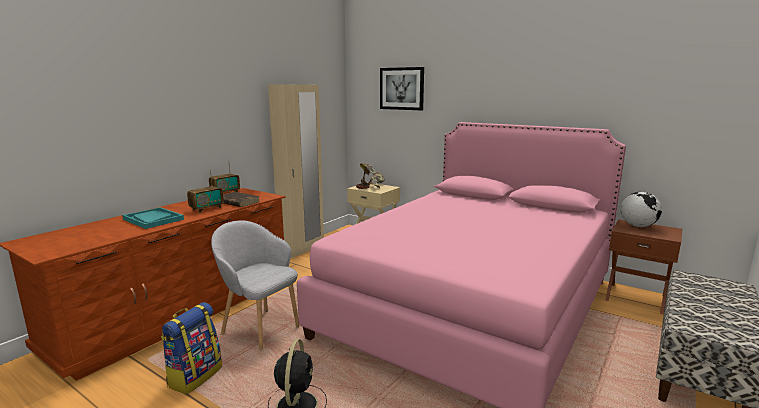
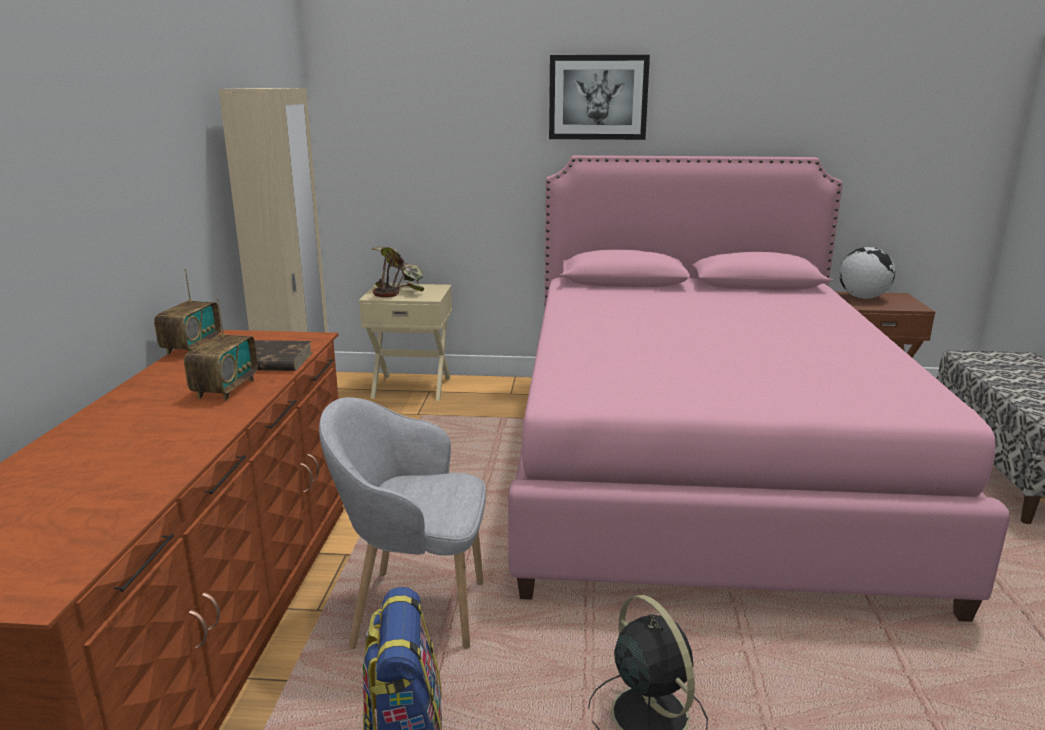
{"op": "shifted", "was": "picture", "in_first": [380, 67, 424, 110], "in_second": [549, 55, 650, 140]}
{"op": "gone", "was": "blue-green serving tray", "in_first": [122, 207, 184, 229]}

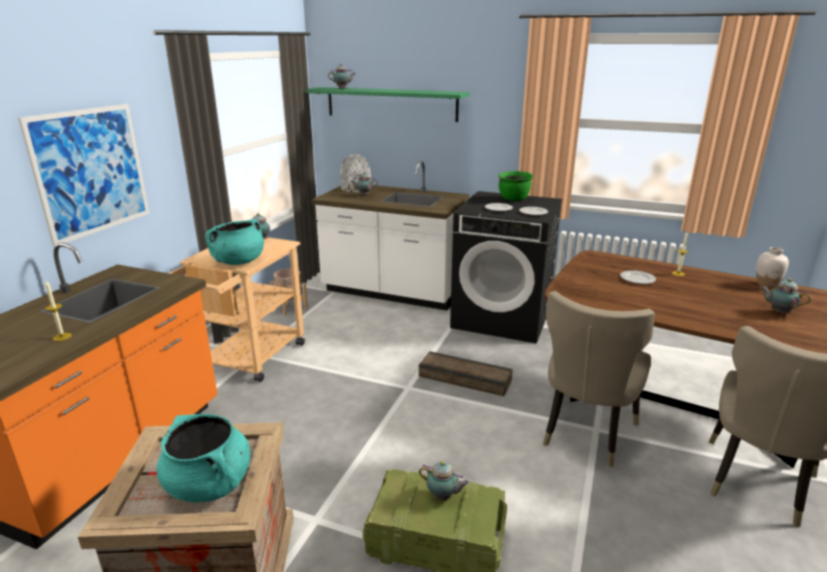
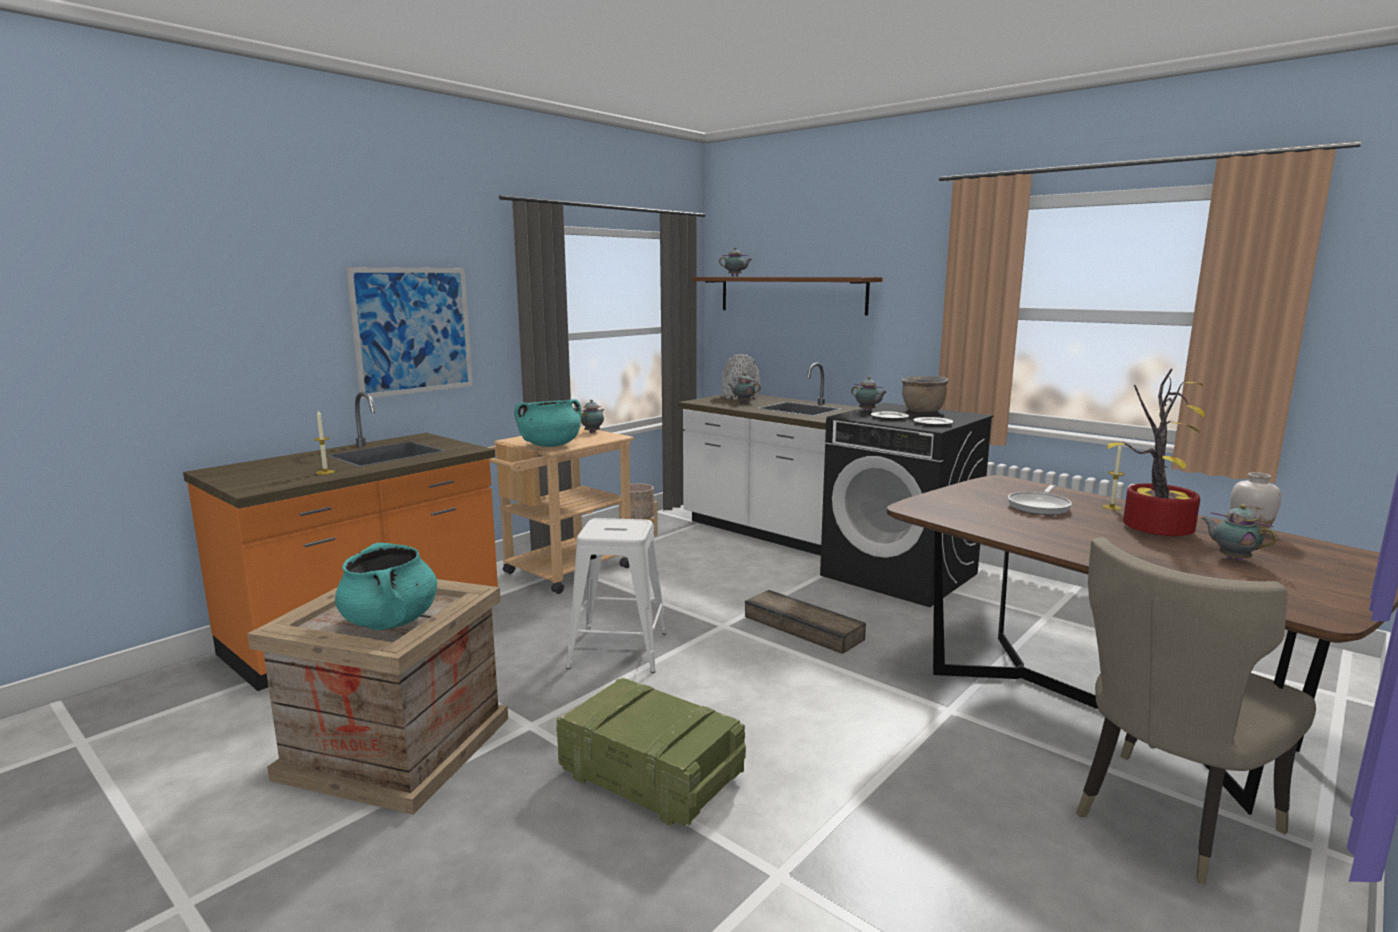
{"op": "repainted", "was": "green-coloured shelf", "now": "brown-coloured shelf", "in_first": [306, 87, 470, 122], "in_second": [693, 277, 882, 315]}
{"op": "repainted", "was": "green-coloured saucepot", "now": "brown-coloured saucepot", "in_first": [498, 171, 533, 201], "in_second": [901, 376, 949, 412]}
{"op": "swapped", "was": "plate", "now": "pan", "in_first": [620, 270, 656, 284], "in_second": [1008, 485, 1072, 515]}
{"op": "gone", "was": "sand-coloured upright chair", "in_first": [543, 291, 655, 467]}
{"op": "shifted", "was": "tea pot", "in_first": [419, 461, 469, 501], "in_second": [851, 377, 887, 411]}
{"op": "new", "now": "potted plant", "in_second": [1107, 369, 1205, 536]}
{"op": "new", "now": "white-coloured sitting stool", "in_second": [566, 518, 667, 673]}

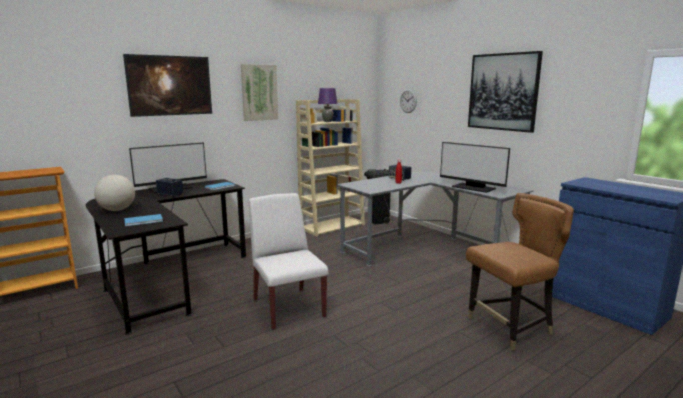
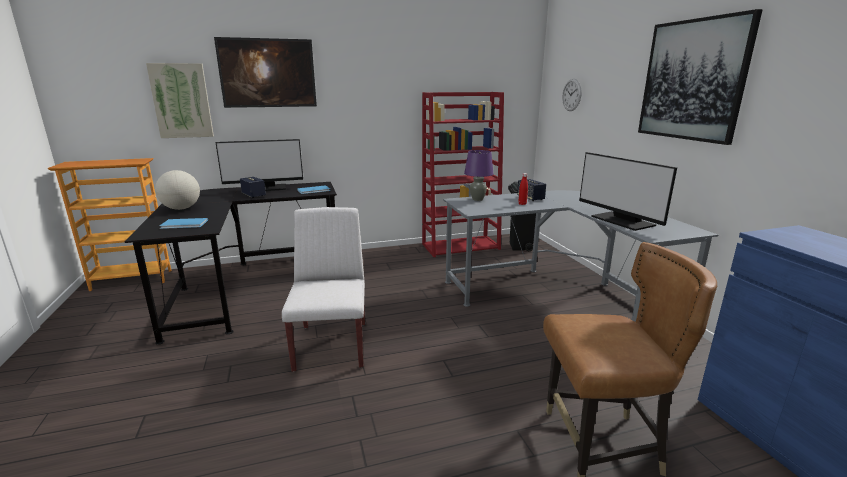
{"op": "shifted", "was": "picture", "in_first": [241, 64, 278, 121], "in_second": [146, 63, 214, 138]}
{"op": "shifted", "was": "purplish lamp for a table", "in_first": [318, 88, 338, 122], "in_second": [464, 150, 493, 201]}
{"op": "repainted", "was": "sand-coloured bookcase", "now": "red bookcase", "in_first": [296, 99, 365, 237], "in_second": [422, 92, 504, 257]}

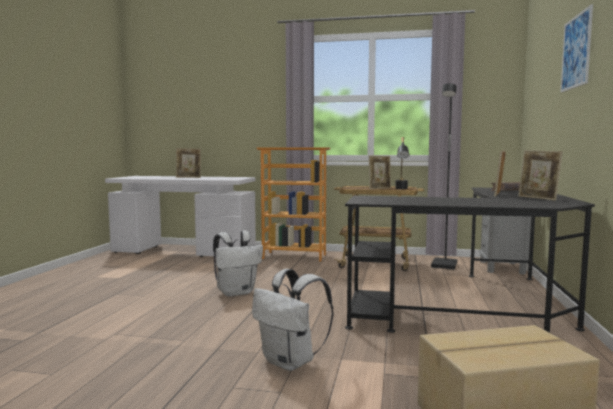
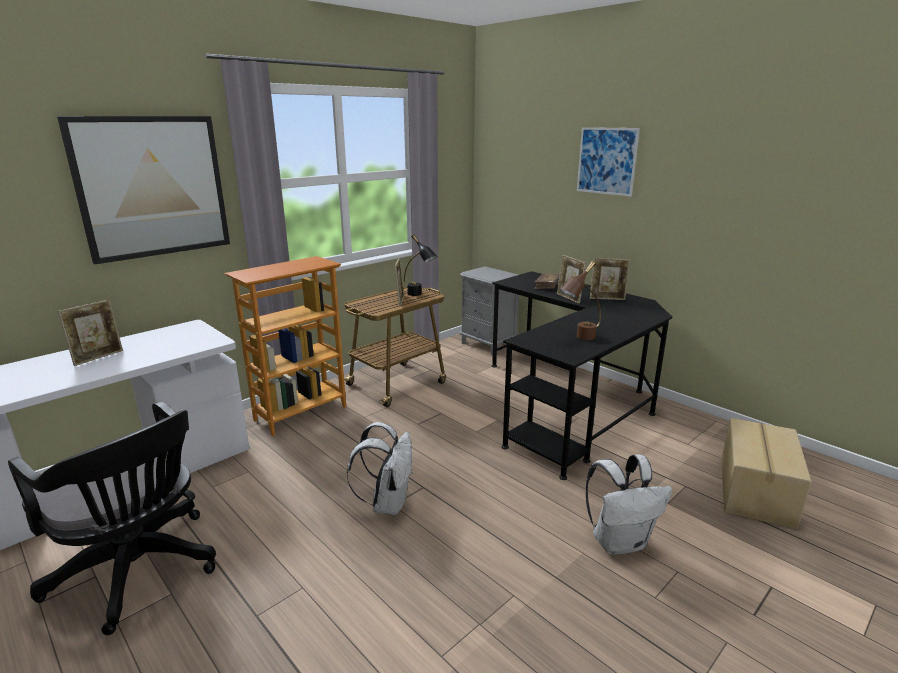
{"op": "gone", "was": "black-coloured floor lamp", "in_first": [431, 83, 457, 270]}
{"op": "new", "now": "picture", "in_second": [57, 116, 230, 264]}
{"op": "new", "now": "brown-coloured lamp for a table", "in_second": [560, 261, 601, 340]}
{"op": "new", "now": "black-coloured desk chair", "in_second": [8, 401, 216, 635]}

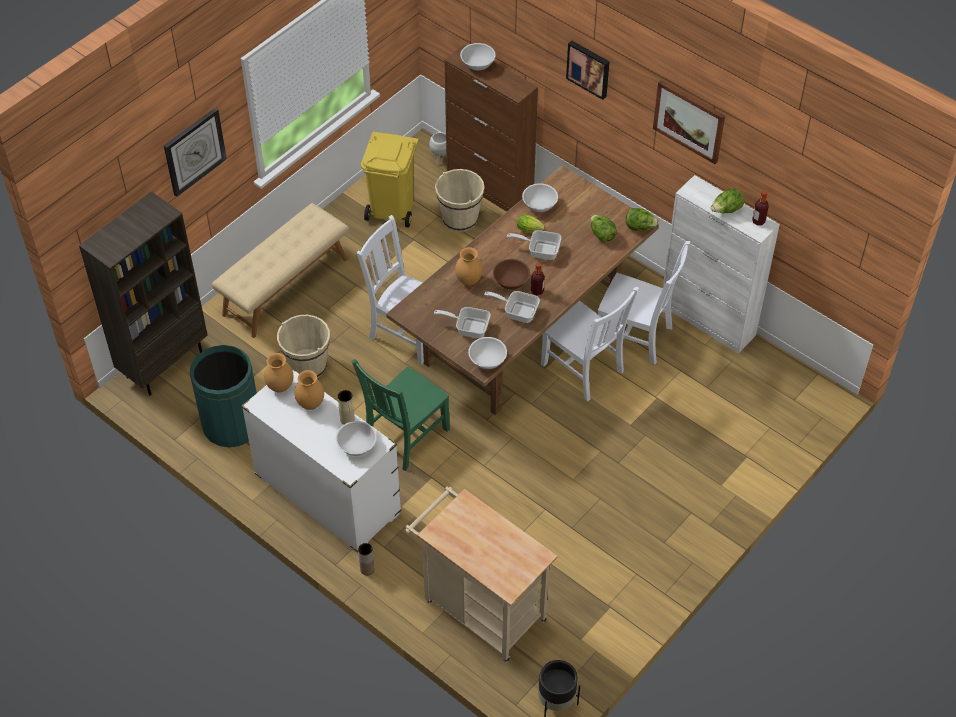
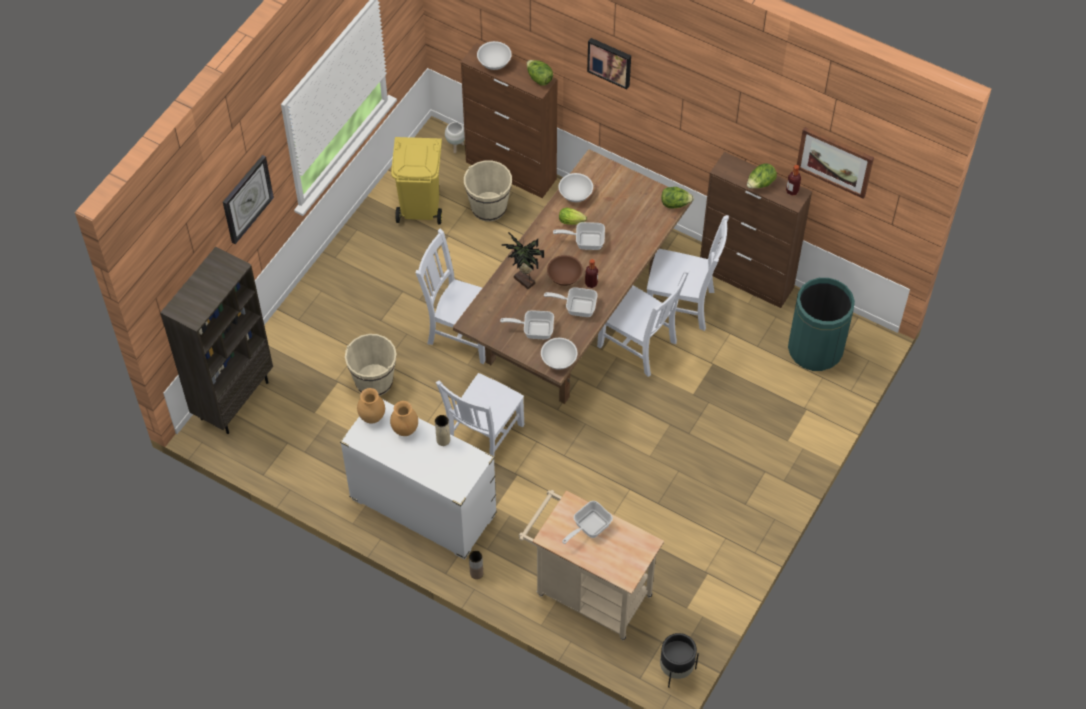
{"op": "shifted", "was": "picture", "in_first": [653, 80, 725, 164], "in_second": [797, 127, 874, 199]}
{"op": "repainted", "was": "white-coloured cupboard", "now": "brown-coloured cupboard", "in_first": [663, 175, 780, 354], "in_second": [700, 152, 812, 308]}
{"op": "gone", "was": "sand-coloured indoor bench", "in_first": [212, 203, 349, 338]}
{"op": "shifted", "was": "lettuce head", "in_first": [591, 215, 616, 242], "in_second": [527, 60, 553, 86]}
{"op": "swapped", "was": "brown-coloured vase", "now": "potted plant", "in_first": [455, 247, 483, 286], "in_second": [502, 232, 544, 289]}
{"op": "shifted", "was": "green-coloured trash can", "in_first": [190, 345, 257, 447], "in_second": [788, 278, 855, 371]}
{"op": "repainted", "was": "green-coloured upright chair", "now": "white-coloured upright chair", "in_first": [352, 359, 450, 471], "in_second": [436, 373, 525, 456]}
{"op": "gone", "was": "white-coloured bowl", "in_first": [336, 421, 377, 456]}
{"op": "new", "now": "pan", "in_second": [562, 501, 613, 544]}

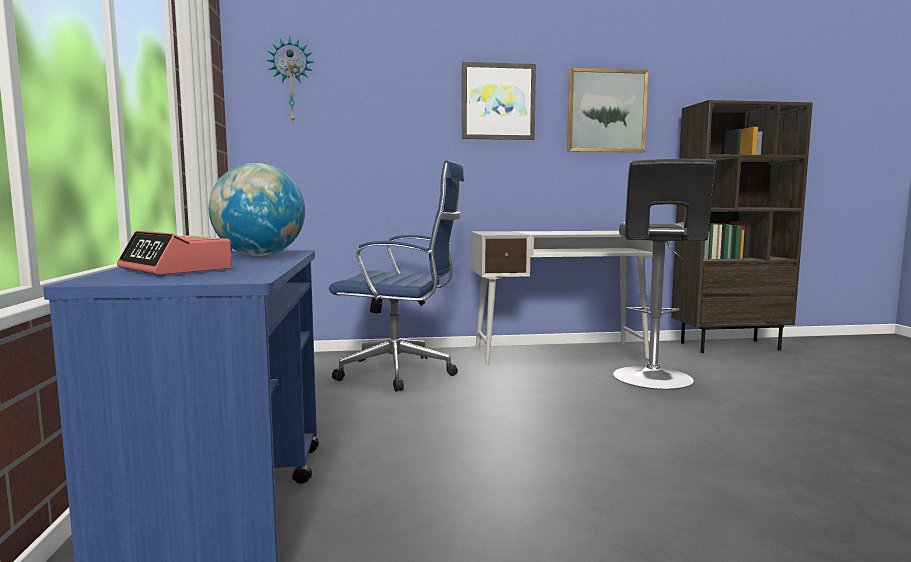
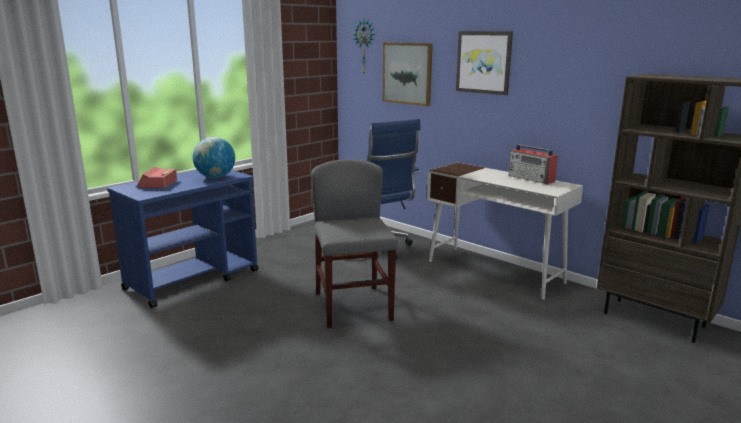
{"op": "shifted", "was": "picture", "in_first": [567, 68, 648, 152], "in_second": [383, 42, 433, 106]}
{"op": "gone", "was": "black-coloured sitting stool", "in_first": [613, 159, 717, 390]}
{"op": "new", "now": "radio receiver", "in_second": [509, 144, 558, 184]}
{"op": "new", "now": "gray upright chair", "in_second": [311, 159, 398, 328]}

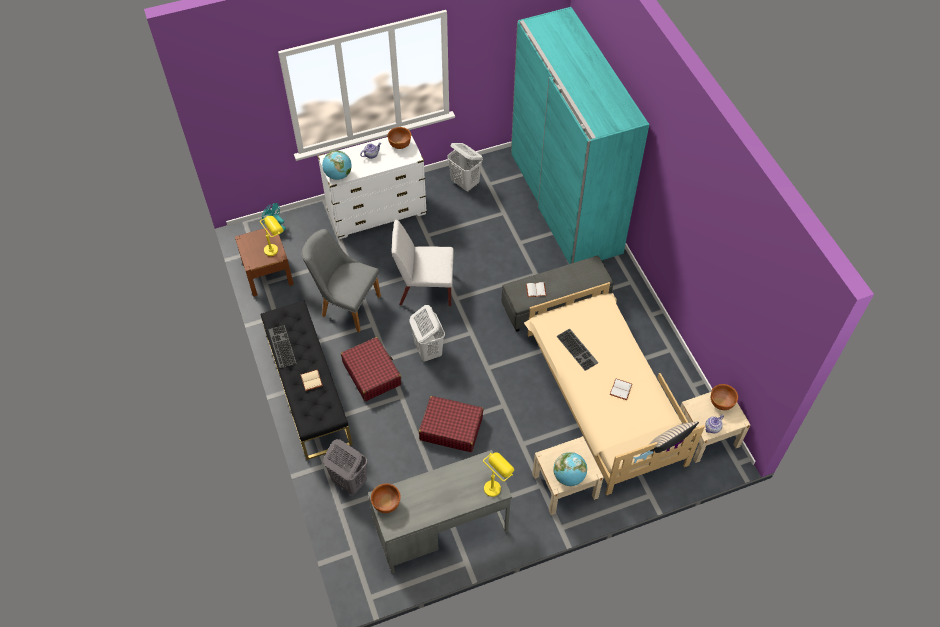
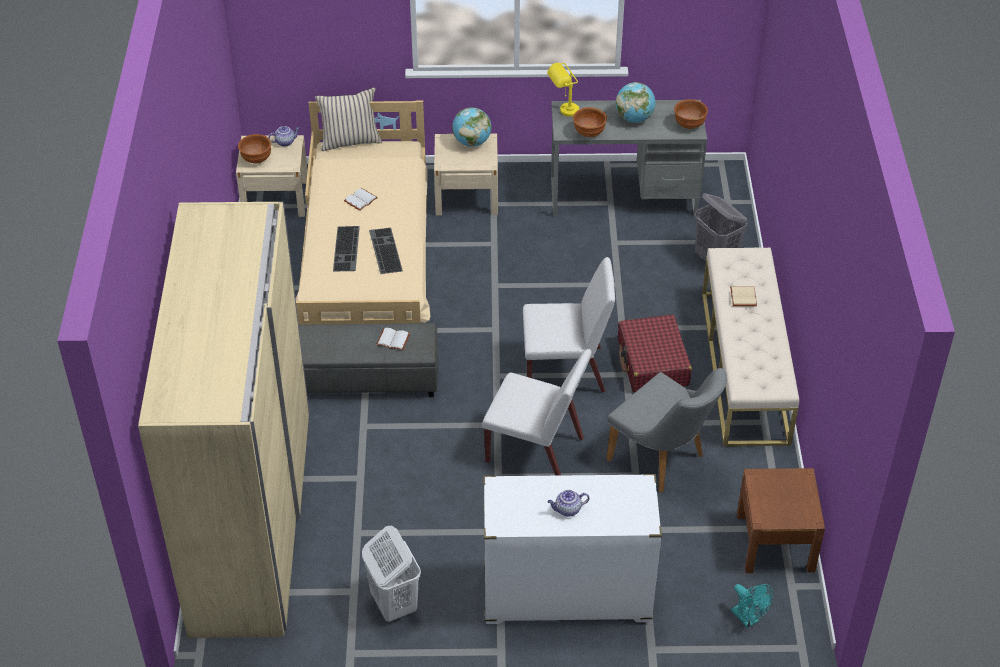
{"op": "repainted", "was": "blue-green clothes cupboard", "now": "sand-coloured clothes cupboard", "in_first": [511, 7, 649, 264], "in_second": [138, 202, 310, 638]}
{"op": "shifted", "was": "brown-coloured bowl", "in_first": [387, 127, 411, 149], "in_second": [573, 107, 607, 137]}
{"op": "shifted", "was": "desk globe", "in_first": [322, 150, 351, 180], "in_second": [616, 82, 655, 123]}
{"op": "gone", "was": "yellow-coloured lamp for a table", "in_first": [260, 216, 284, 256]}
{"op": "repainted", "was": "black-coloured indoor bench", "now": "sand-coloured indoor bench", "in_first": [261, 301, 353, 460], "in_second": [702, 248, 799, 446]}
{"op": "swapped", "was": "white-coloured hamper", "now": "white-coloured upright chair", "in_first": [410, 305, 445, 362], "in_second": [523, 257, 615, 392]}
{"op": "shifted", "was": "keyboard", "in_first": [268, 325, 297, 368], "in_second": [333, 226, 360, 271]}
{"op": "gone", "was": "red travel case", "in_first": [419, 396, 483, 452]}

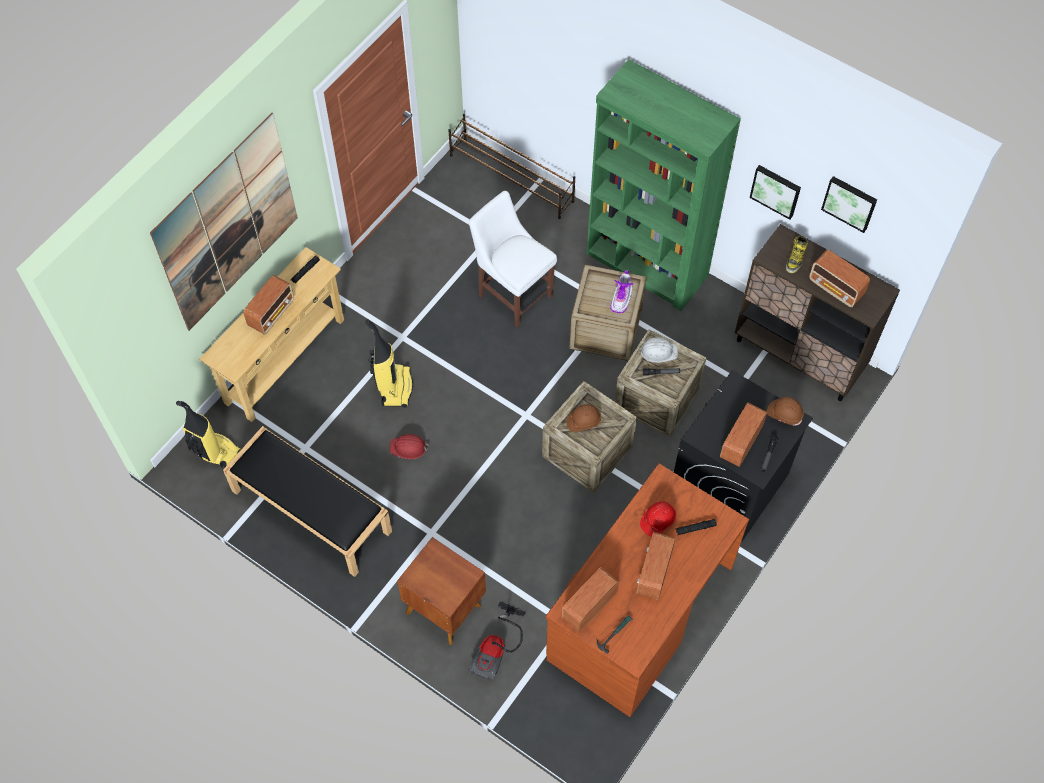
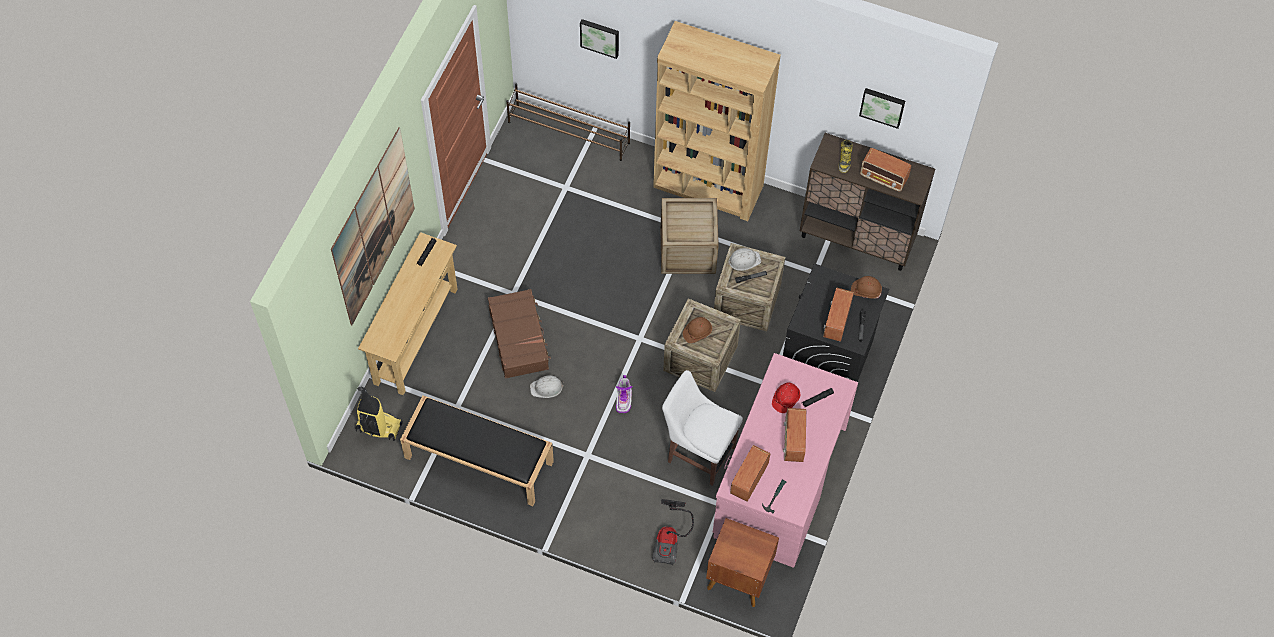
{"op": "repainted", "was": "green-coloured bookcase", "now": "brown-coloured bookcase", "in_first": [587, 59, 741, 311], "in_second": [653, 21, 781, 221]}
{"op": "shifted", "was": "picture", "in_first": [750, 165, 801, 220], "in_second": [580, 19, 619, 59]}
{"op": "shifted", "was": "white-coloured upright chair", "in_first": [469, 191, 557, 328], "in_second": [662, 370, 743, 486]}
{"op": "shifted", "was": "tall boot", "in_first": [610, 270, 633, 313], "in_second": [615, 375, 633, 413]}
{"op": "gone", "was": "radio receiver", "in_first": [244, 275, 294, 335]}
{"op": "swapped", "was": "hoover", "now": "brown-coloured travel case", "in_first": [365, 319, 413, 408], "in_second": [488, 289, 551, 379]}
{"op": "repainted", "was": "red work helmet", "now": "white-coloured work helmet", "in_first": [389, 434, 429, 459], "in_second": [530, 375, 564, 398]}
{"op": "repainted", "was": "brown-coloured desk", "now": "pinkish desk", "in_first": [546, 463, 749, 717], "in_second": [713, 353, 858, 568]}
{"op": "shifted", "was": "brown-coloured night table", "in_first": [397, 537, 486, 645], "in_second": [706, 518, 779, 607]}

